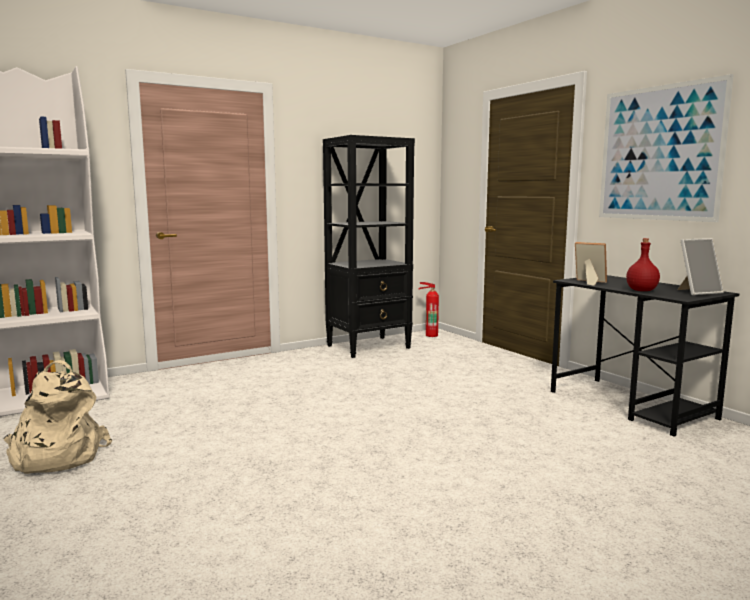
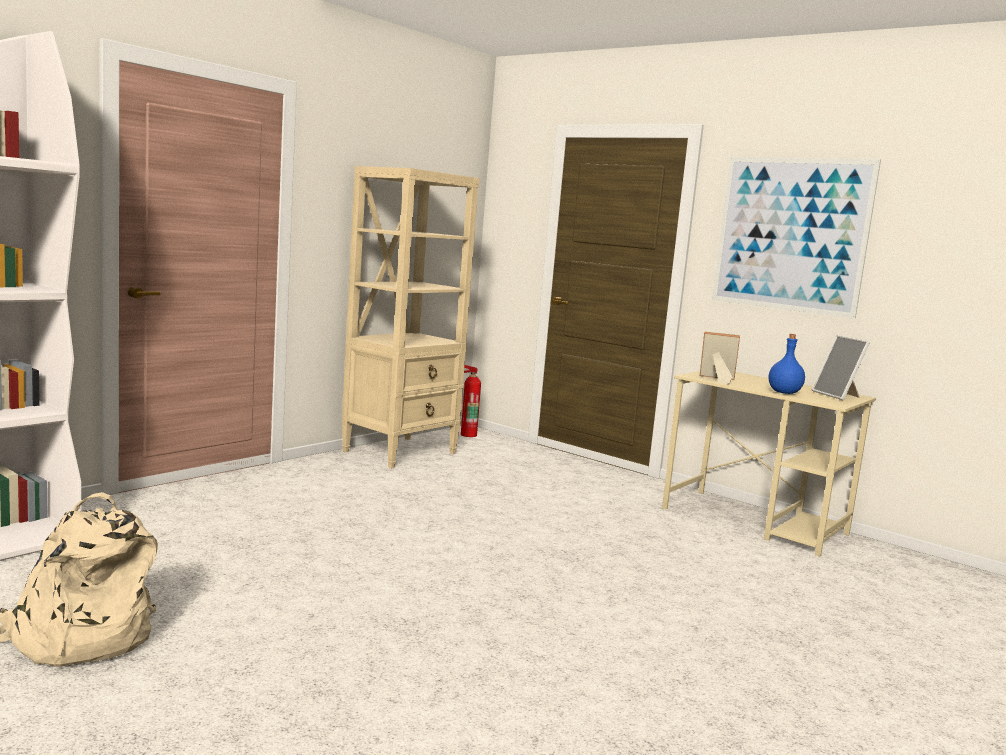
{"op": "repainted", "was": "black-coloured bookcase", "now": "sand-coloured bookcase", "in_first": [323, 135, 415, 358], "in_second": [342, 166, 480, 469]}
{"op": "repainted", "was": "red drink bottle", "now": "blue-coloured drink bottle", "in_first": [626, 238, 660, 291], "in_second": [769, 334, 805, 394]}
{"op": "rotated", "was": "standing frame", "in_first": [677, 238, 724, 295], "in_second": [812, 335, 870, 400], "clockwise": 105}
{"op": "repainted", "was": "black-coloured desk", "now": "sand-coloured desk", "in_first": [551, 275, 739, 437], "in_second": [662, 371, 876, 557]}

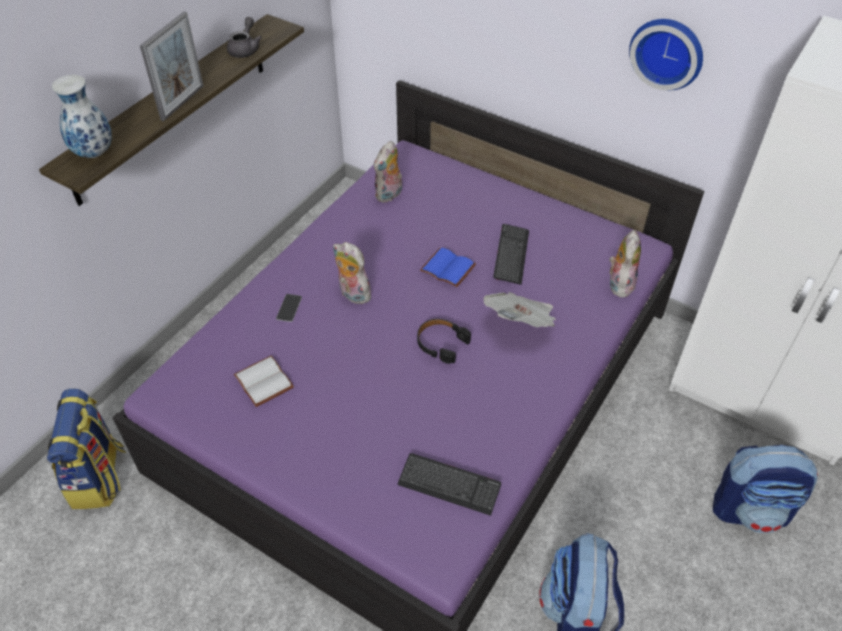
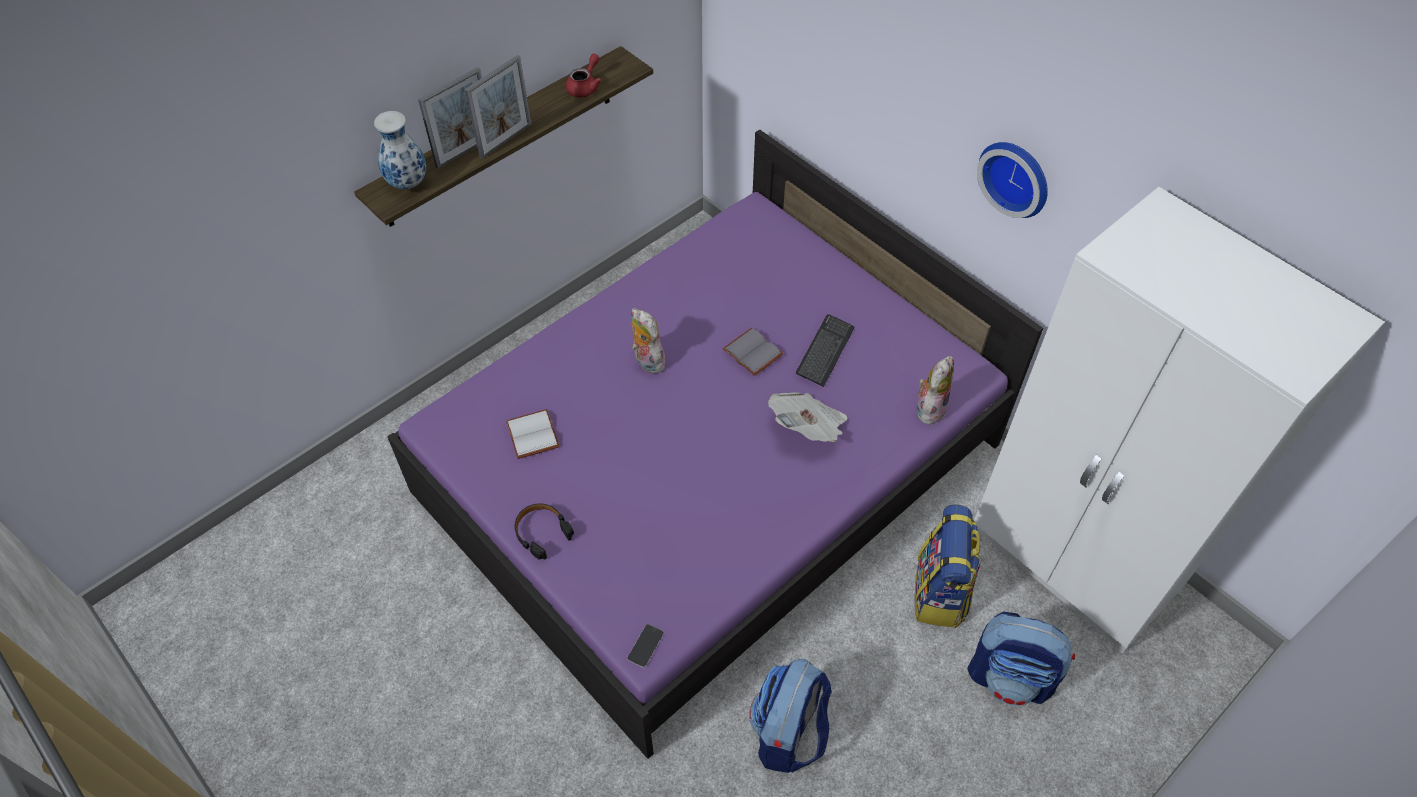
{"op": "repainted", "was": "gray tea pot", "now": "red tea pot", "in_first": [227, 17, 262, 58], "in_second": [566, 54, 602, 97]}
{"op": "gone", "was": "cuddly toy", "in_first": [374, 141, 402, 203]}
{"op": "repainted", "was": "blue-coloured book", "now": "gray book", "in_first": [420, 248, 476, 287], "in_second": [723, 328, 783, 376]}
{"op": "shifted", "was": "handset", "in_first": [276, 294, 302, 322], "in_second": [627, 624, 664, 668]}
{"op": "shifted", "was": "black-coloured pair of headphones", "in_first": [417, 319, 471, 364], "in_second": [515, 504, 574, 560]}
{"op": "shifted", "was": "rucksack", "in_first": [47, 389, 126, 509], "in_second": [915, 504, 981, 628]}
{"op": "gone", "was": "keyboard", "in_first": [397, 453, 501, 516]}
{"op": "new", "now": "standing frame", "in_second": [418, 67, 482, 169]}

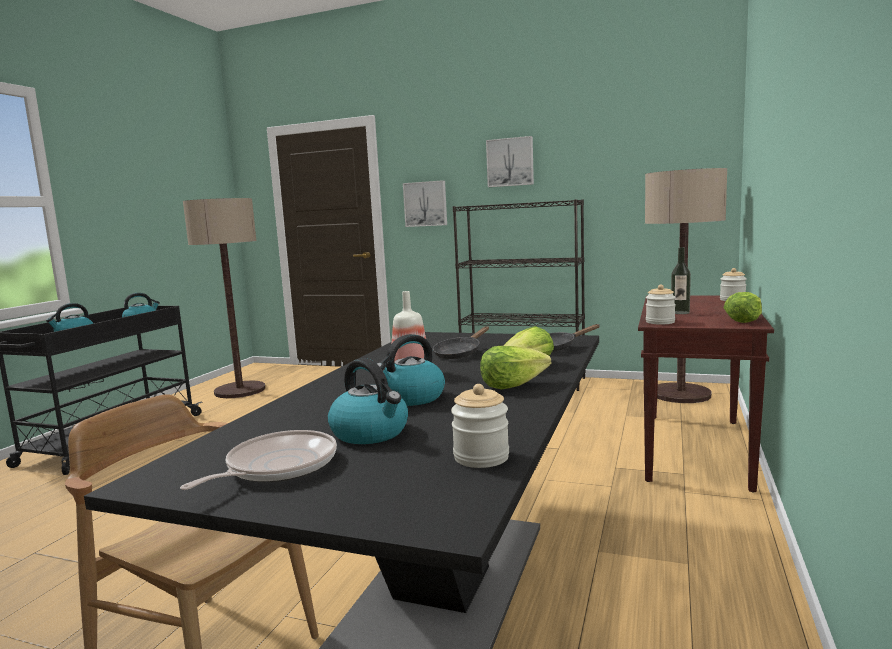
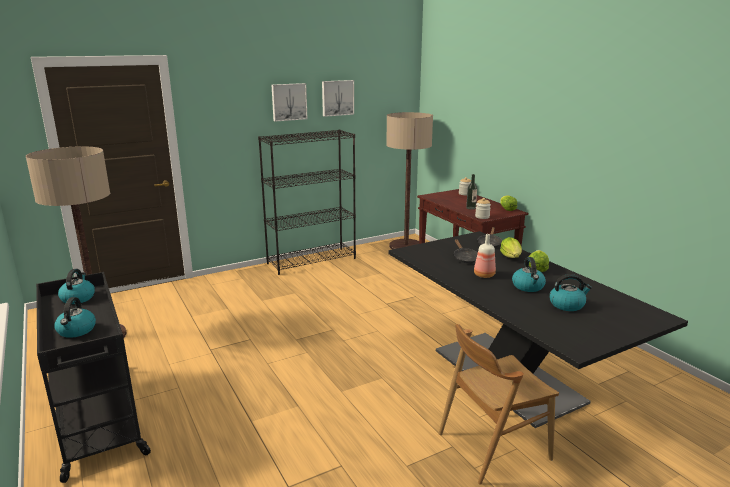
{"op": "shifted", "was": "picture", "in_first": [403, 180, 447, 227], "in_second": [322, 80, 354, 117]}
{"op": "gone", "was": "storage jar", "in_first": [451, 384, 509, 468]}
{"op": "gone", "was": "pan", "in_first": [180, 430, 337, 490]}

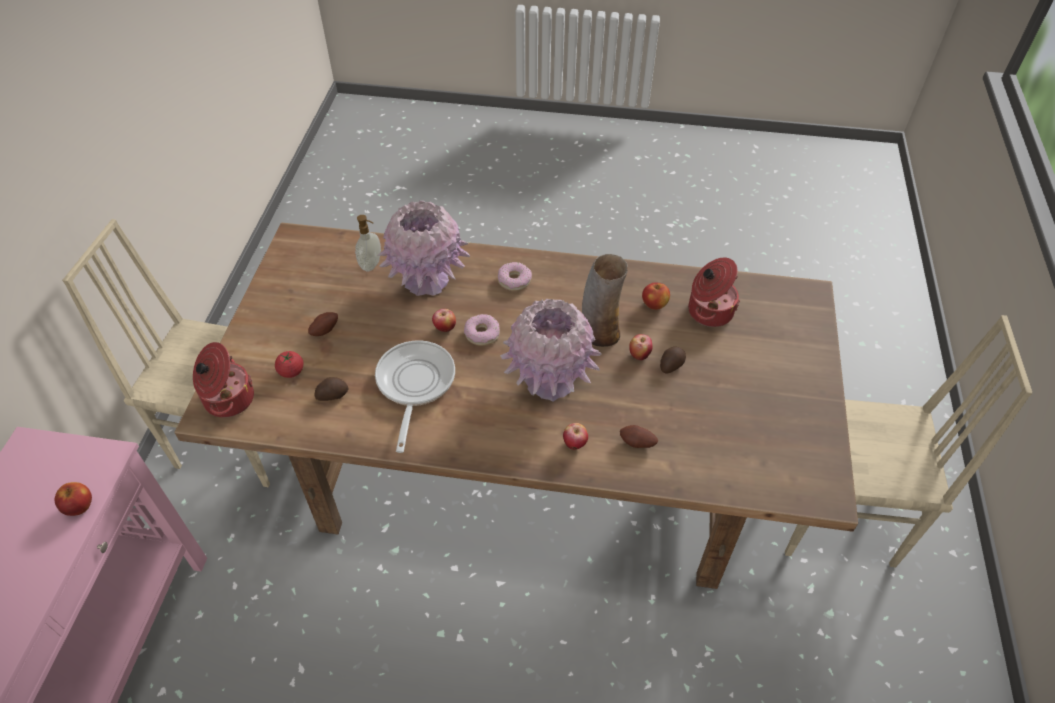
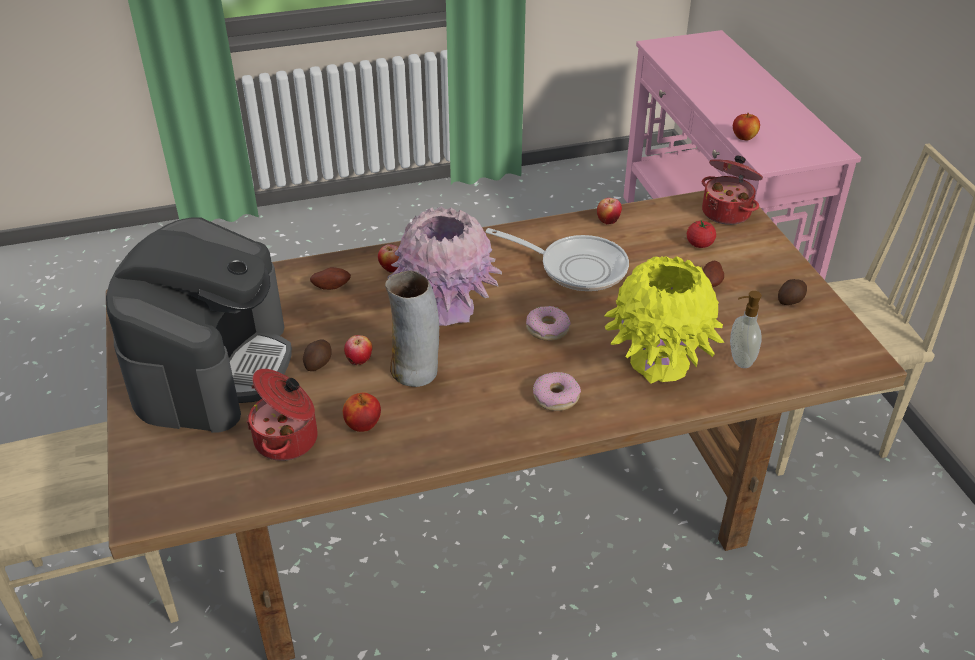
{"op": "repainted", "was": "pinkish vase", "now": "yellow-coloured vase", "in_first": [378, 200, 470, 296], "in_second": [604, 256, 725, 383]}
{"op": "shifted", "was": "whole apple", "in_first": [432, 309, 456, 332], "in_second": [597, 198, 622, 224]}
{"op": "rotated", "was": "pan", "in_first": [375, 340, 455, 453], "in_second": [486, 228, 629, 291], "clockwise": -45}
{"op": "shifted", "was": "potato", "in_first": [314, 377, 348, 401], "in_second": [778, 279, 807, 305]}
{"op": "new", "now": "coffee machine", "in_second": [106, 217, 292, 433]}

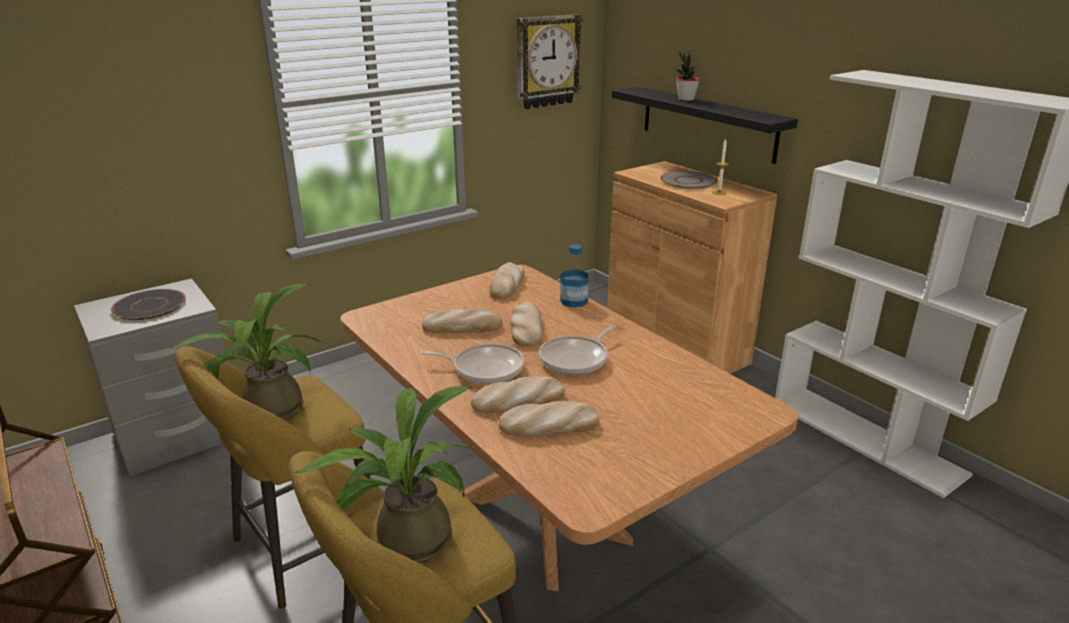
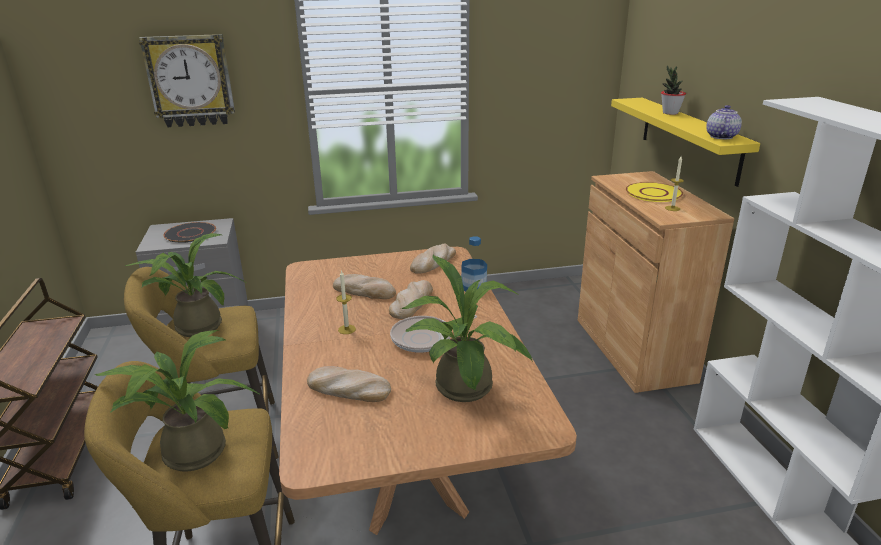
{"op": "shifted", "was": "clock on the wall", "in_first": [517, 14, 583, 109], "in_second": [139, 34, 235, 127]}
{"op": "repainted", "was": "black-coloured shelf", "now": "yellow-coloured shelf", "in_first": [612, 87, 798, 164], "in_second": [611, 98, 760, 187]}
{"op": "repainted", "was": "gray plate", "now": "yellow-coloured plate", "in_first": [660, 171, 717, 189], "in_second": [626, 182, 683, 202]}
{"op": "swapped", "was": "pan", "now": "wax candle", "in_first": [421, 344, 524, 384], "in_second": [336, 270, 356, 334]}
{"op": "gone", "was": "bread", "in_first": [471, 376, 565, 413]}
{"op": "new", "now": "tea pot", "in_second": [706, 105, 742, 139]}
{"op": "new", "now": "potted plant", "in_second": [401, 254, 533, 402]}

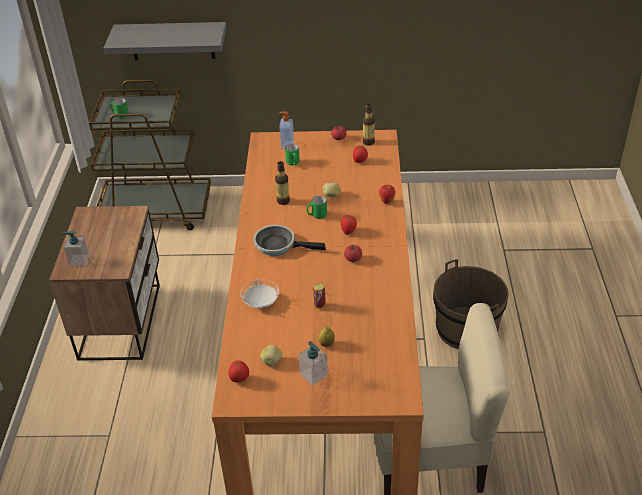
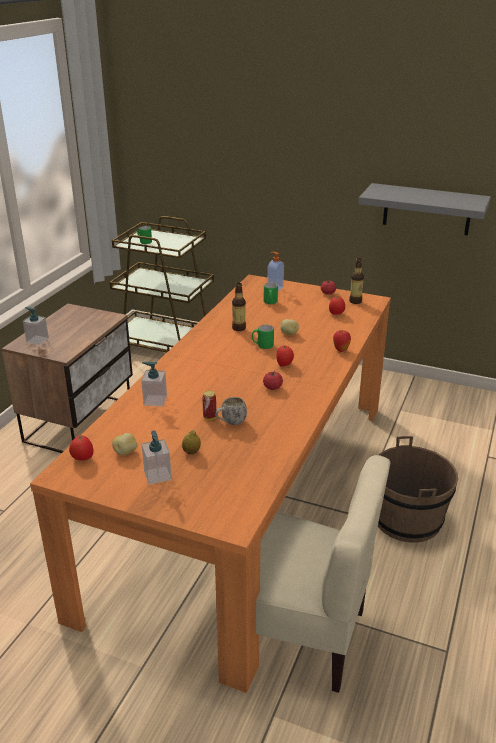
{"op": "shifted", "was": "gray shelf", "in_first": [104, 22, 227, 61], "in_second": [358, 183, 491, 236]}
{"op": "gone", "was": "pan", "in_first": [253, 225, 326, 256]}
{"op": "swapped", "was": "white-coloured plate", "now": "soap bottle", "in_first": [240, 279, 280, 308], "in_second": [141, 362, 167, 407]}
{"op": "new", "now": "white-coloured coffee mug", "in_second": [215, 397, 247, 425]}

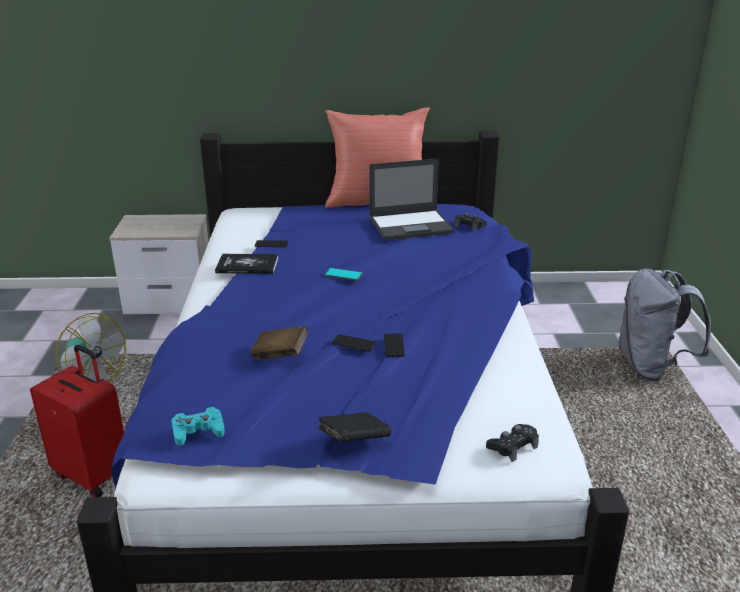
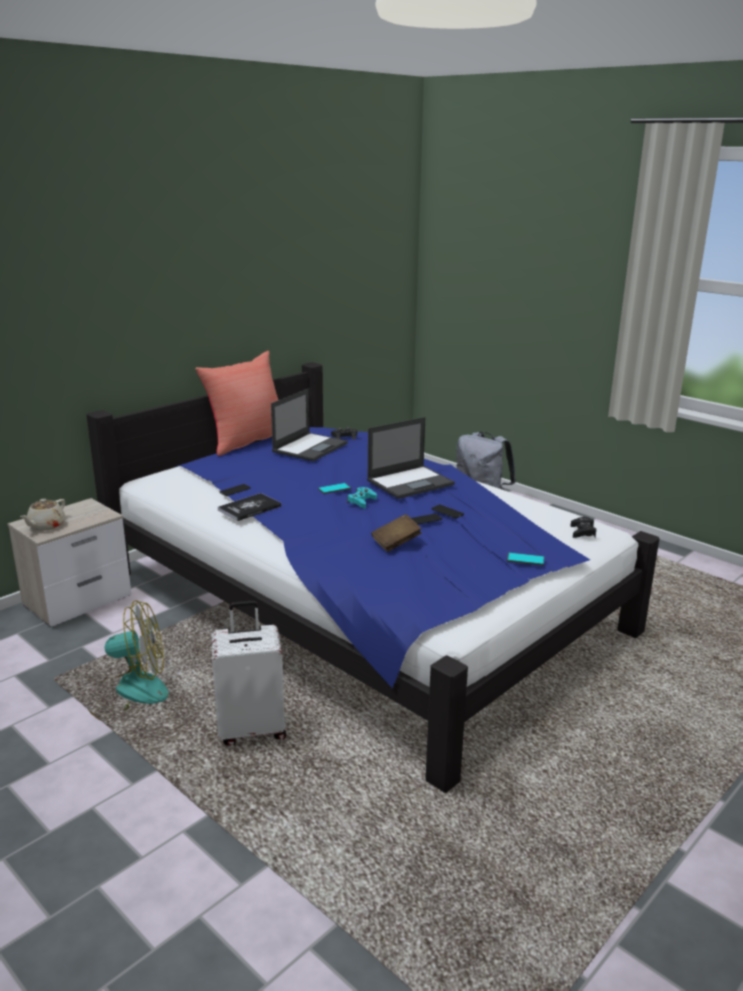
{"op": "repainted", "was": "red travel case", "now": "white-coloured travel case", "in_first": [30, 345, 124, 497], "in_second": [211, 601, 286, 745]}
{"op": "shifted", "was": "blue-green game controller", "in_first": [172, 407, 225, 446], "in_second": [347, 487, 377, 509]}
{"op": "swapped", "was": "black-coloured book", "now": "handset", "in_first": [318, 412, 391, 442], "in_second": [507, 552, 544, 566]}
{"op": "new", "now": "portable computer", "in_second": [367, 417, 455, 499]}
{"op": "new", "now": "sand-coloured tea pot", "in_second": [20, 499, 65, 531]}

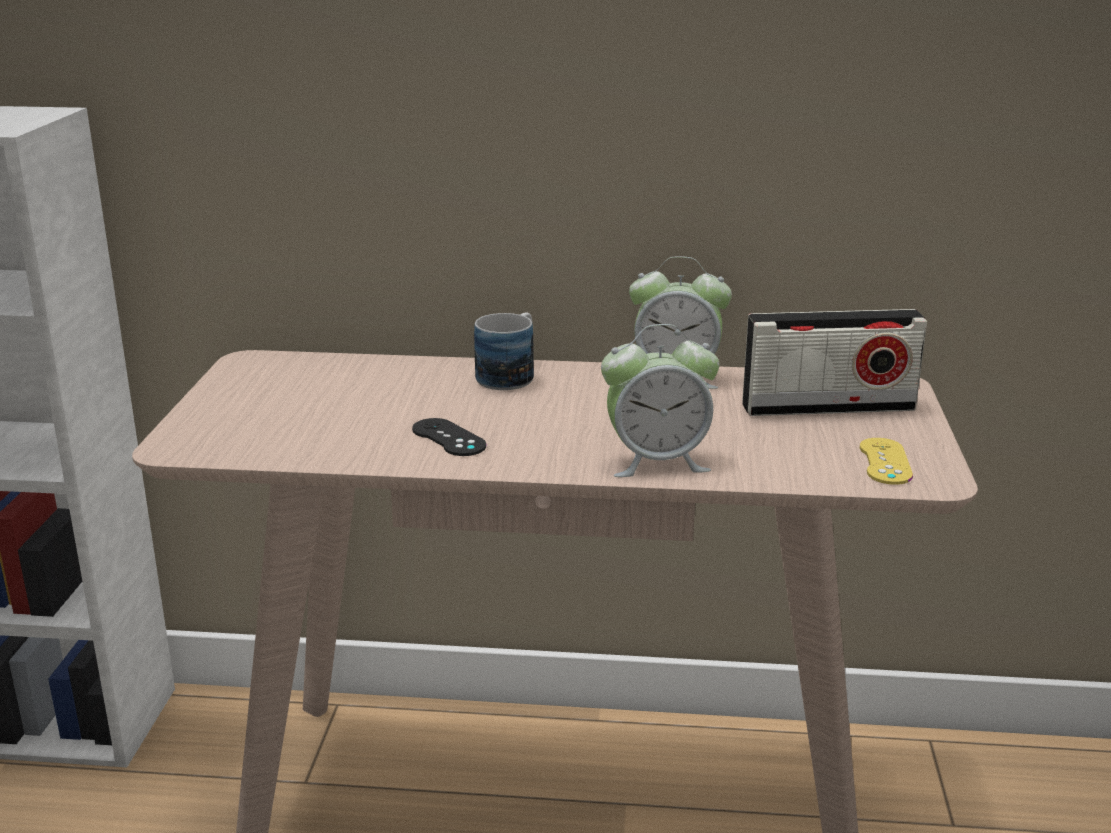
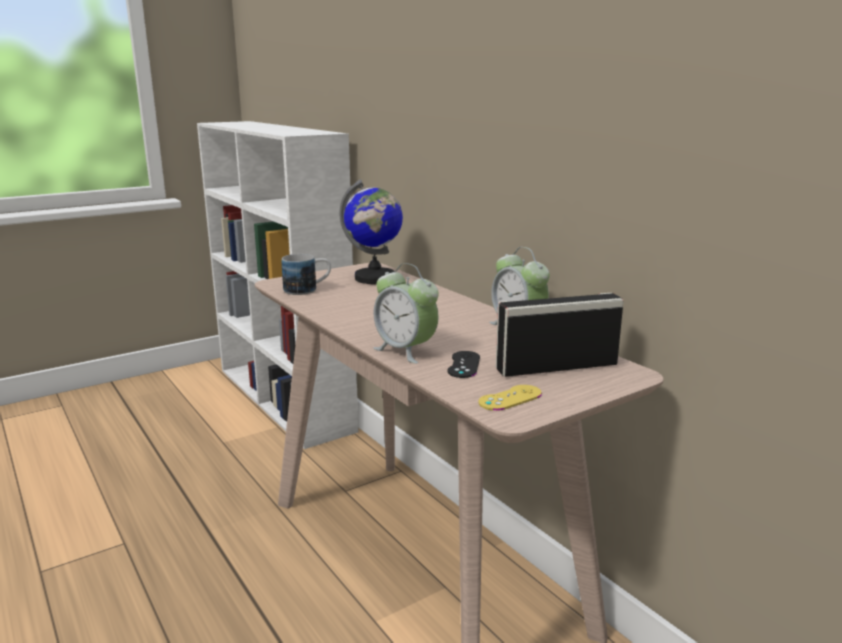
{"op": "rotated", "was": "radio receiver", "in_first": [742, 309, 927, 416], "in_second": [496, 293, 624, 377], "clockwise": 120}
{"op": "shifted", "was": "coffee mug", "in_first": [474, 313, 534, 390], "in_second": [282, 254, 331, 295]}
{"op": "shifted", "was": "black-coloured game controller", "in_first": [412, 418, 486, 456], "in_second": [448, 351, 480, 378]}
{"op": "new", "now": "desk globe", "in_second": [340, 179, 403, 284]}

